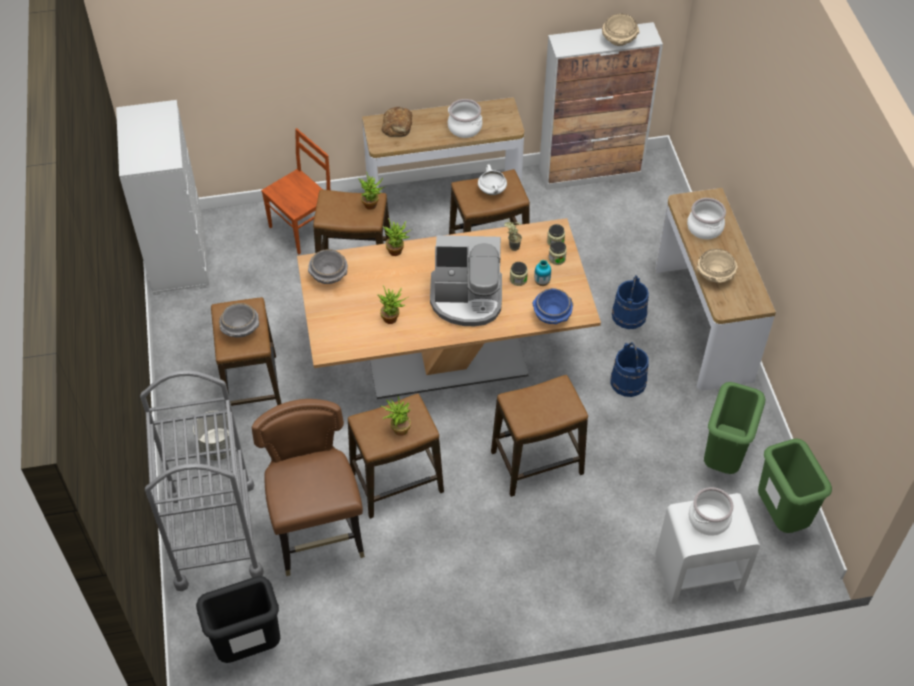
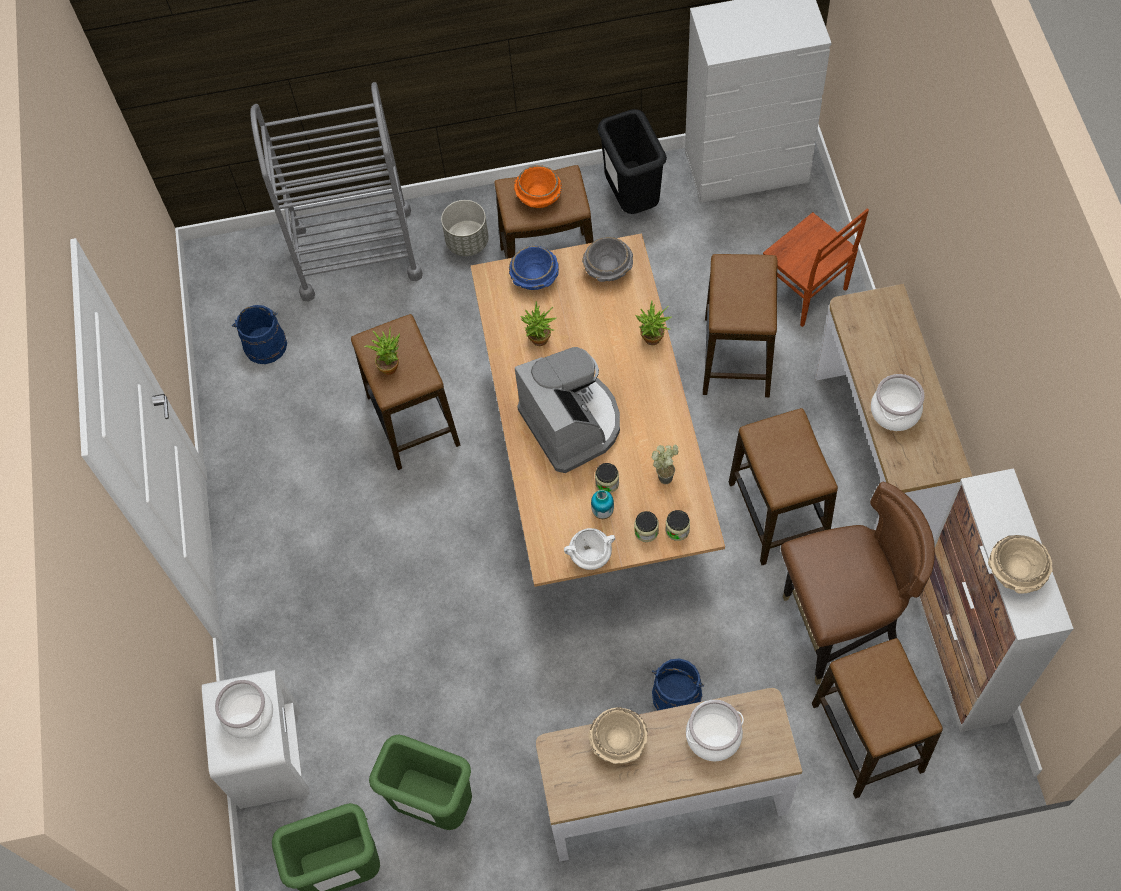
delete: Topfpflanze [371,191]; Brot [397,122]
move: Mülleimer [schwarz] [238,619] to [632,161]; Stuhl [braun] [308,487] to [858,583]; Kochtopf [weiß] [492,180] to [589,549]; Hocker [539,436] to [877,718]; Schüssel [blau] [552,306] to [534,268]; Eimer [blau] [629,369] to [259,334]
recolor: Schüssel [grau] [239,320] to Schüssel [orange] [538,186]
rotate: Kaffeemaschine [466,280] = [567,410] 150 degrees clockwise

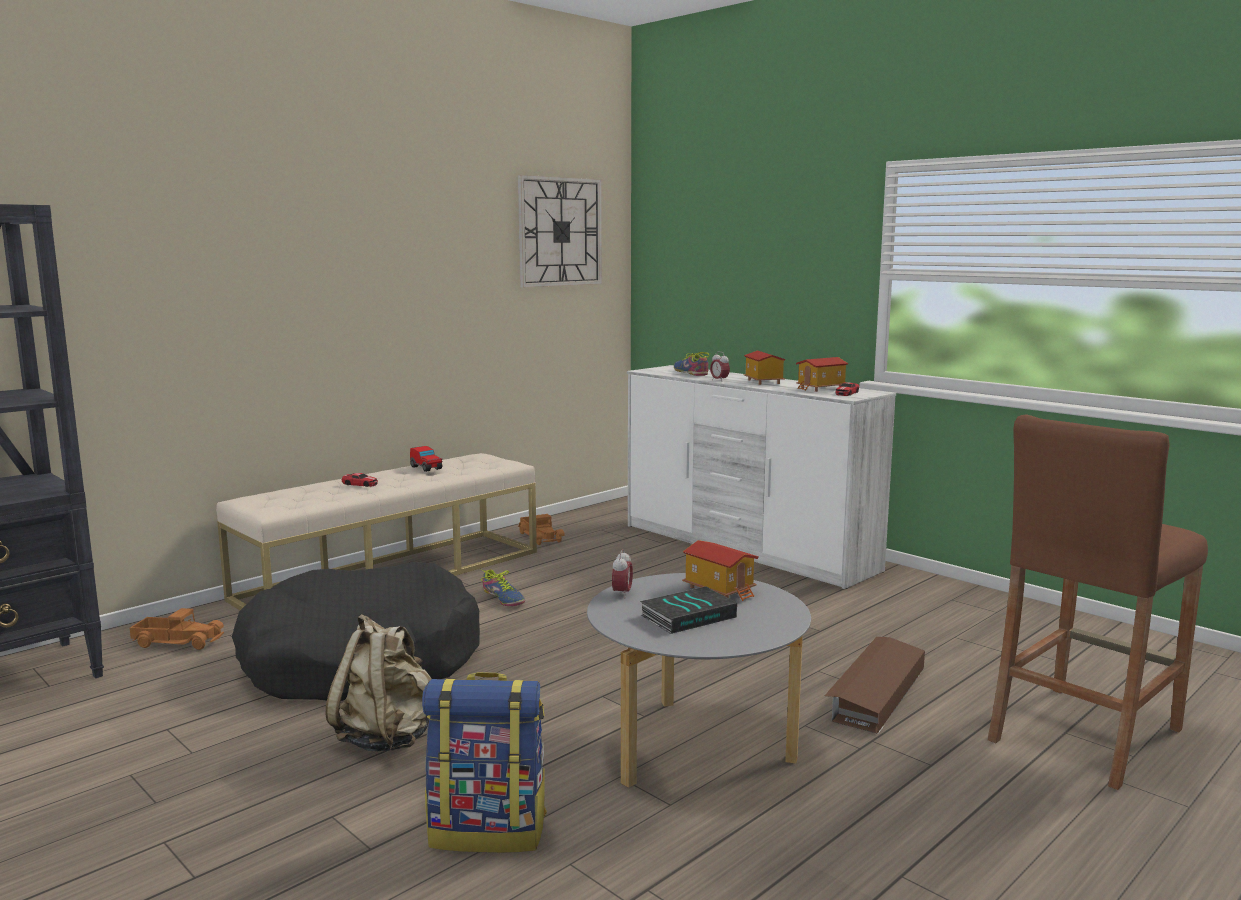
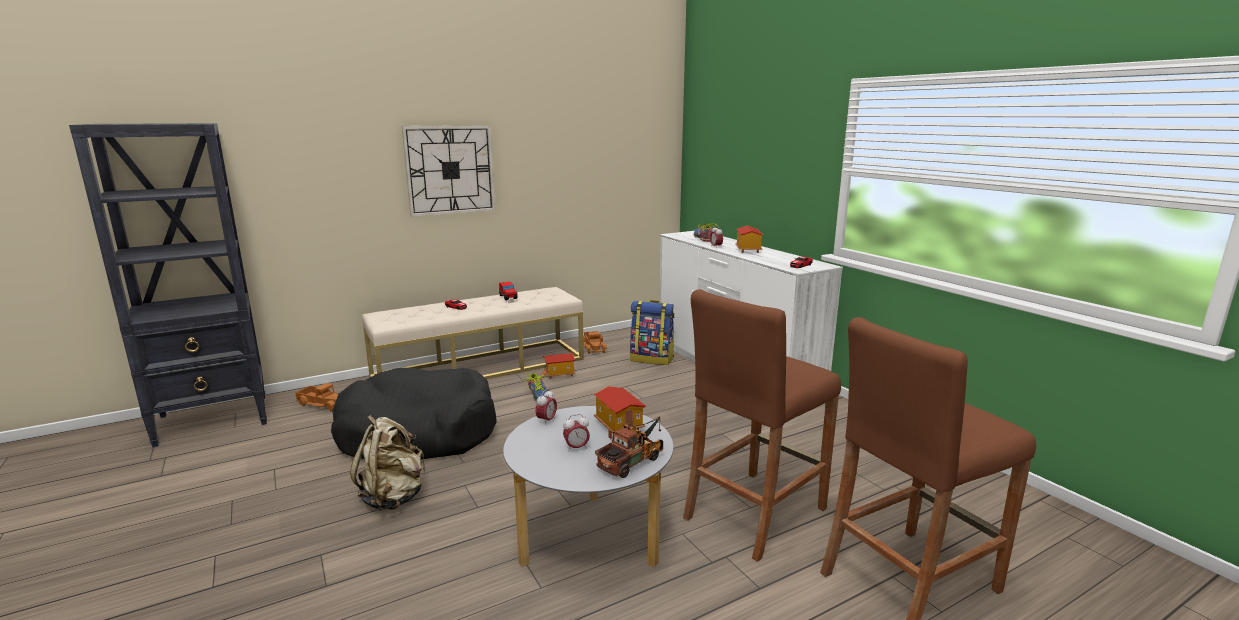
insert: Spielzeuglaster [629,447]
move: Rucksack [484,762] to [652,332]; Wanduhr [560,231] to [449,171]; Spielzeughaus [822,374] to [558,366]
replace: Buch [688,610] to Wecker [576,432]; Aufbewahrungsbox [braun] [874,685] to Hocker [braun] [762,425]

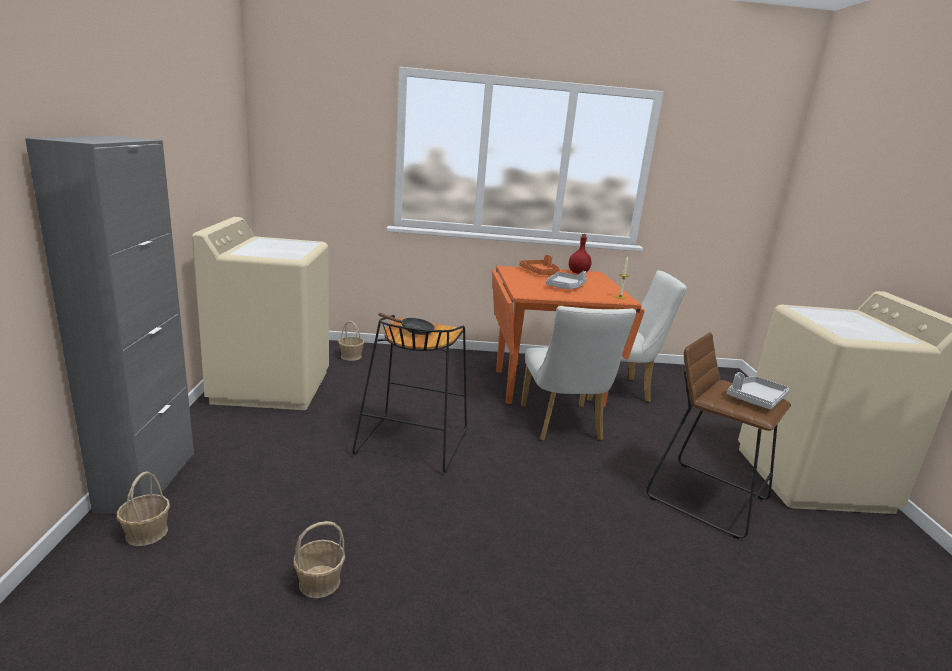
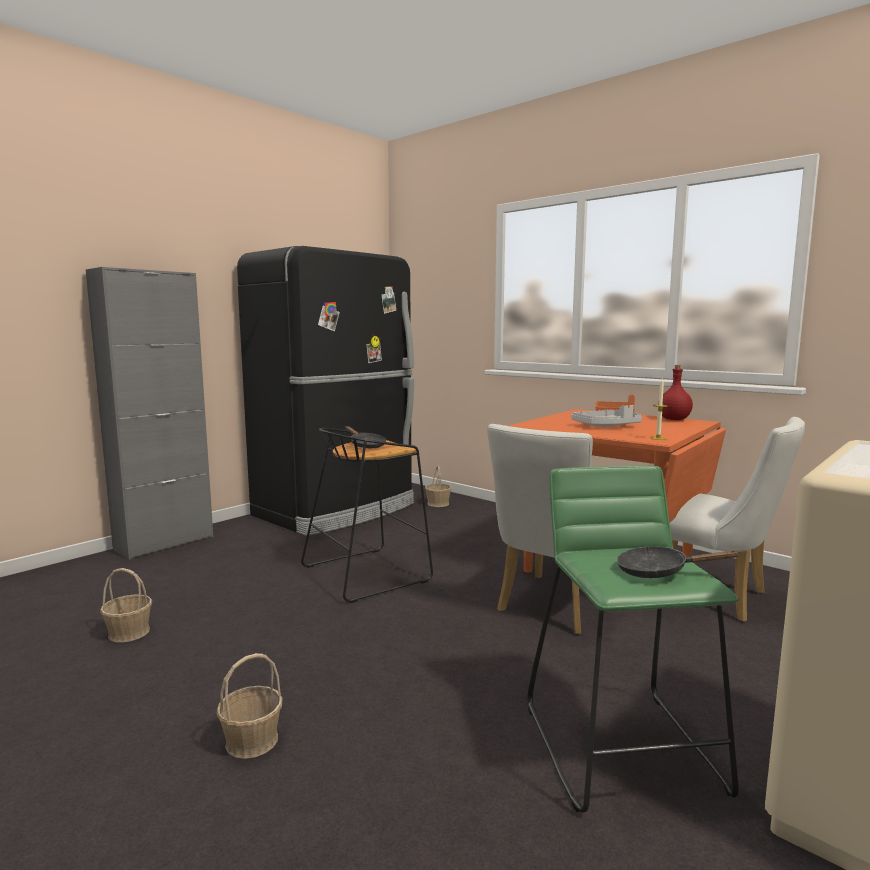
move: Korb [143,508] to [249,706]
replace: Waschmaschine [beige] [260,313] to Kühlschrank [schwarz] [325,391]; Tablett [grau] [758,390] to Pfanne [schwarz] [678,562]
recolor: Hocker [braun] [718,435] to Hocker [grün] [633,639]

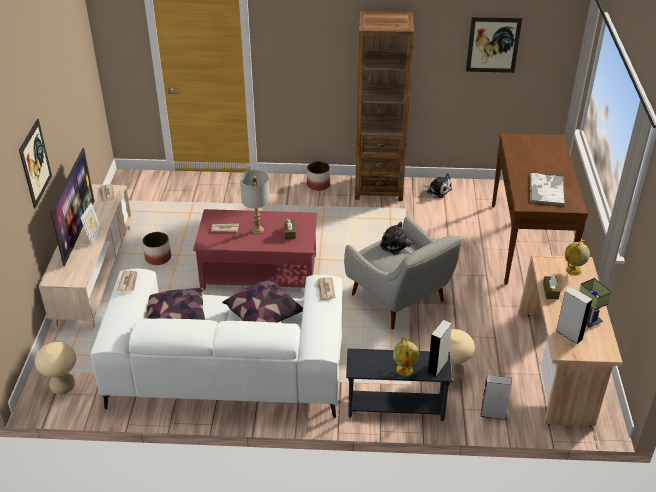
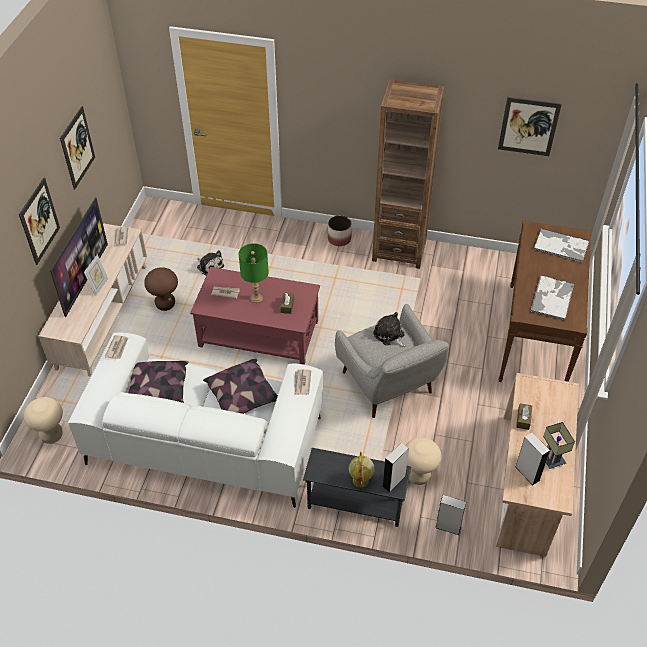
delete: Globus [577,257]
insert: Bild [77,148]; Tablett [561,245]
move: Plüschtier [437,185] to [210,262]
replace: Pflanzkübel [156,248] to Hocker [braun] [161,289]
recolor: Tischlampe [grau] [255,202] to Tischlampe [grün] [253,273]

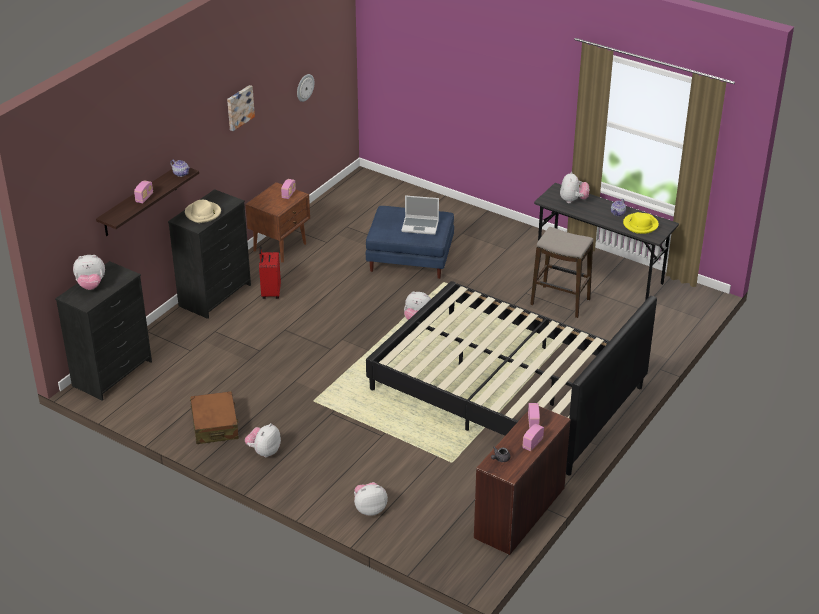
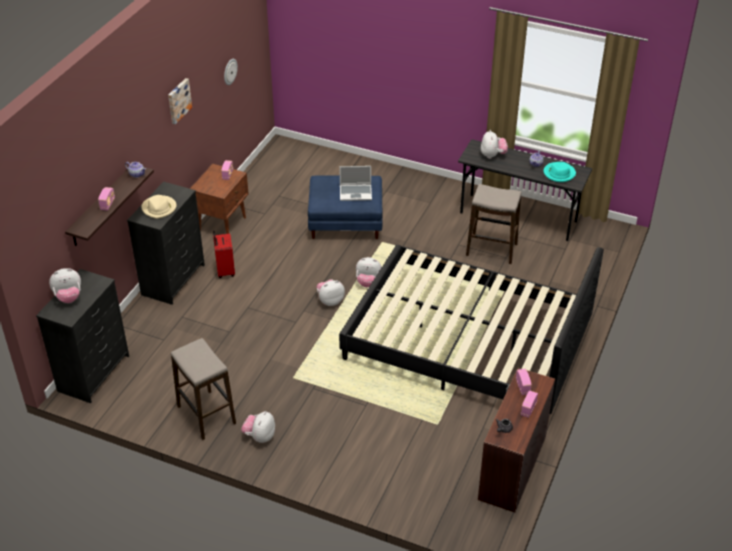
move: Plüschtier [371,499] to [331,292]
replace: Koffer [braun] [214,417] to Hocker [203,389]
recolor: Hut [gelb] [641,223] to Hut [türkis] [560,172]

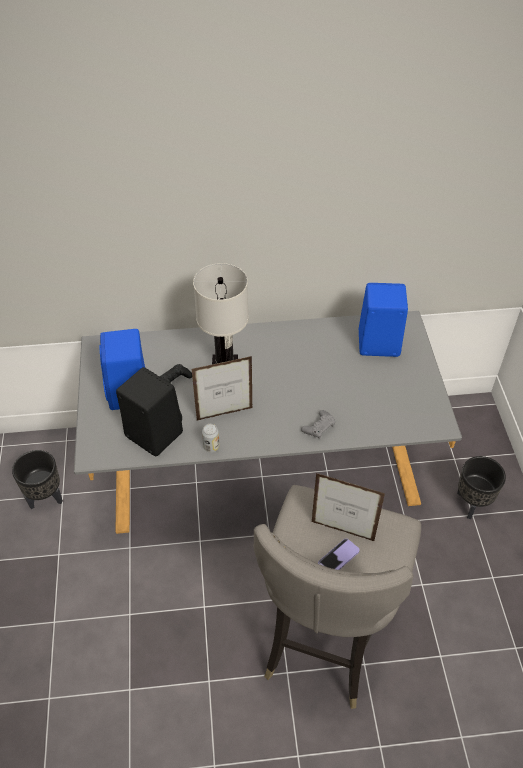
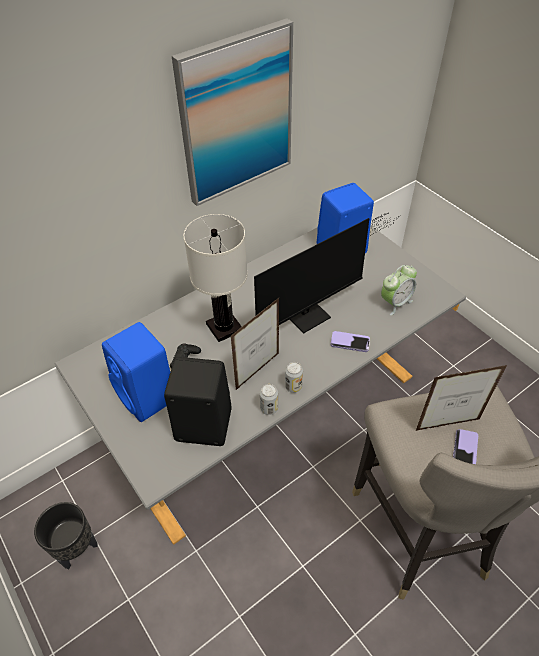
delete: Pflanzkübel [schwarz] [481,487]
insert: Bild [232,112]; Monitor [327,273]; Dose [294,377]; Wecker [399,290]
replace: Gamepad [grau] [318,424] to Handy [350,341]

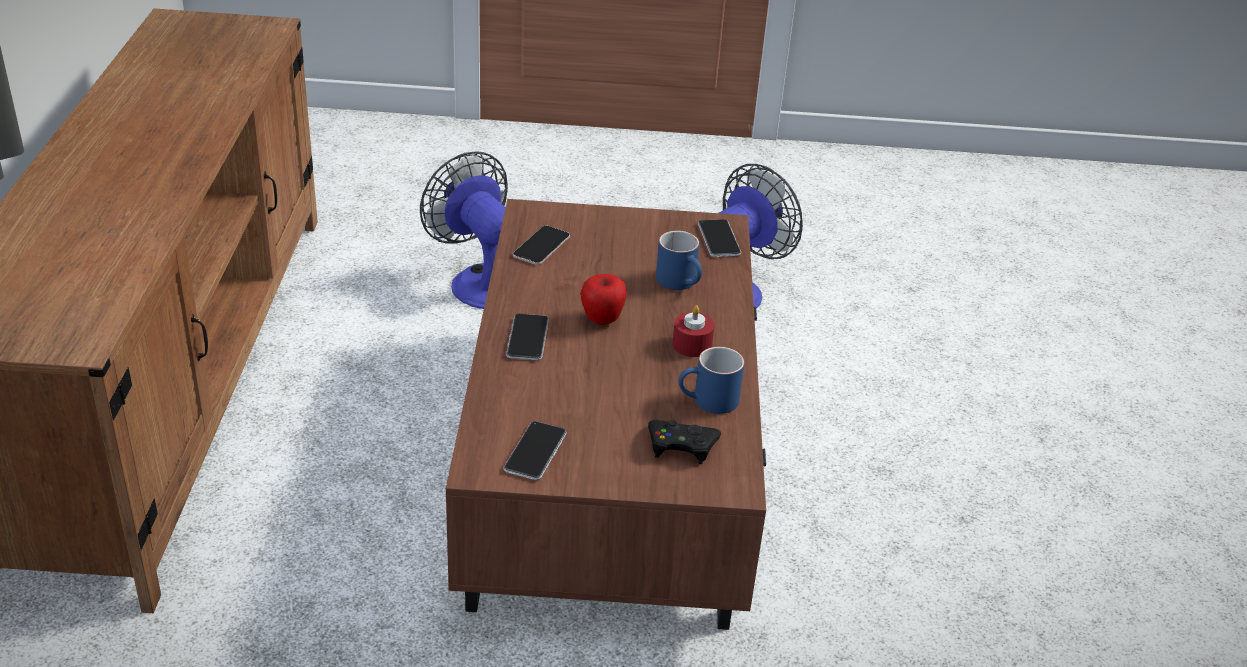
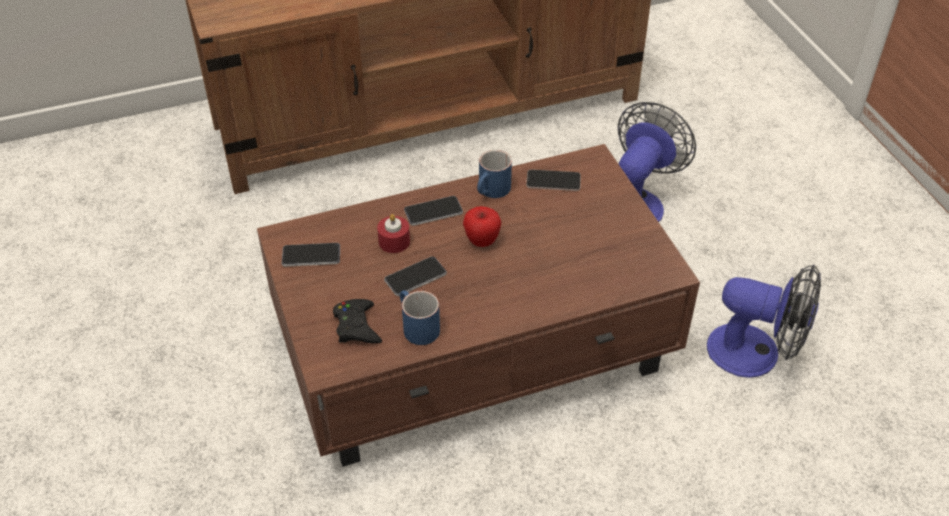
move: Henkelbecher [blau] [679,260] to [494,174]; Kerze [rot] [693,331] to [393,233]; Handy [719,238] to [415,276]

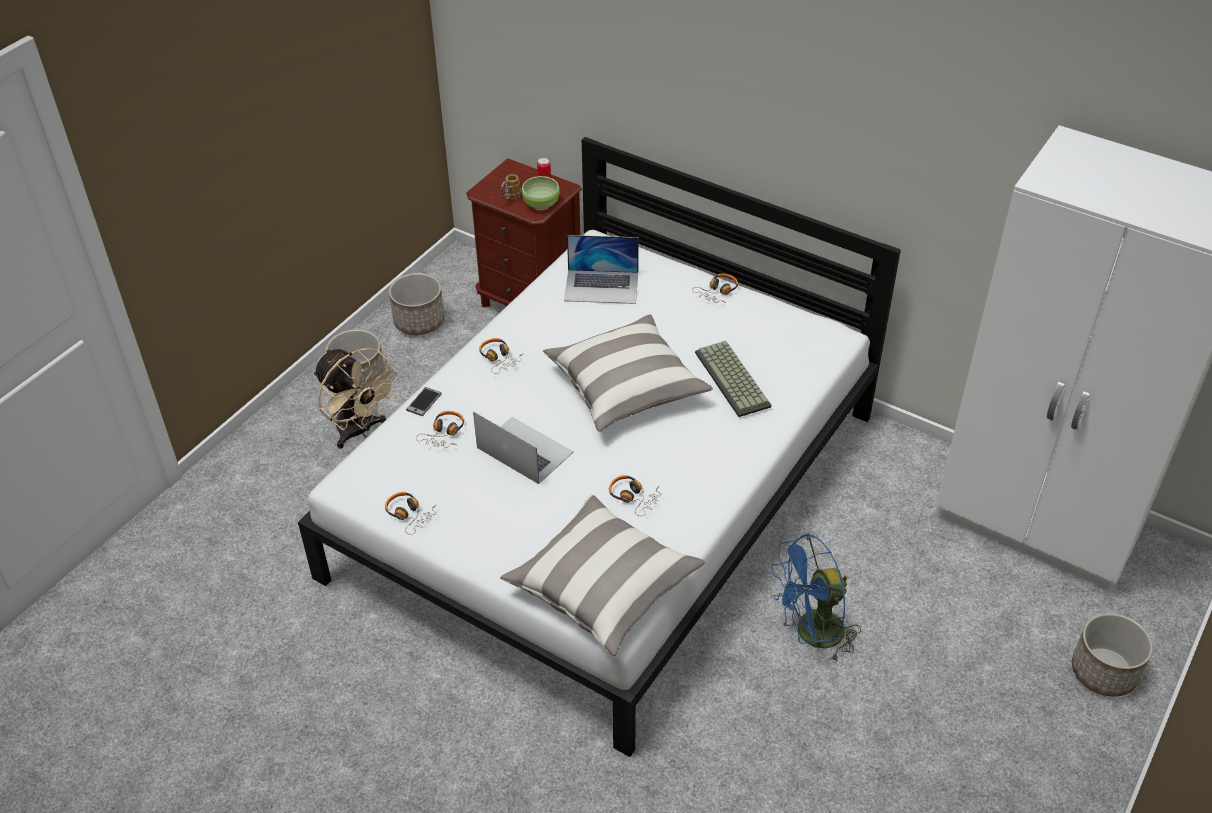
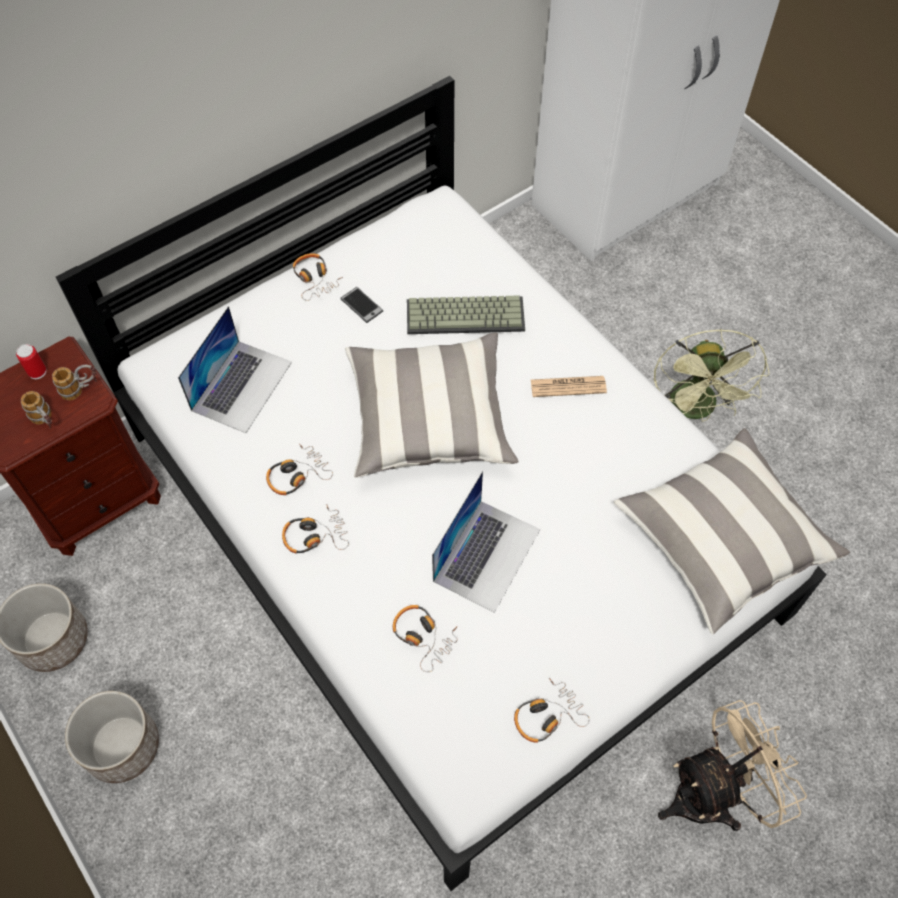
delete: Pflanzkübel [1112,655]
insert: Zeitung [569,386]
move: Ventilator [beige] [356,398] to [732,765]; Handy [424,401] to [361,305]; Kopfhörer [635,495] to [299,469]
replace: Schüssel [grün] [540,193] to Henkelbecher [74,382]
recolor: Ventilator [blau] [816,597] to Ventilator [grün] [711,375]
rotate: Laptop [523,447] = [486,542] 150 degrees clockwise

